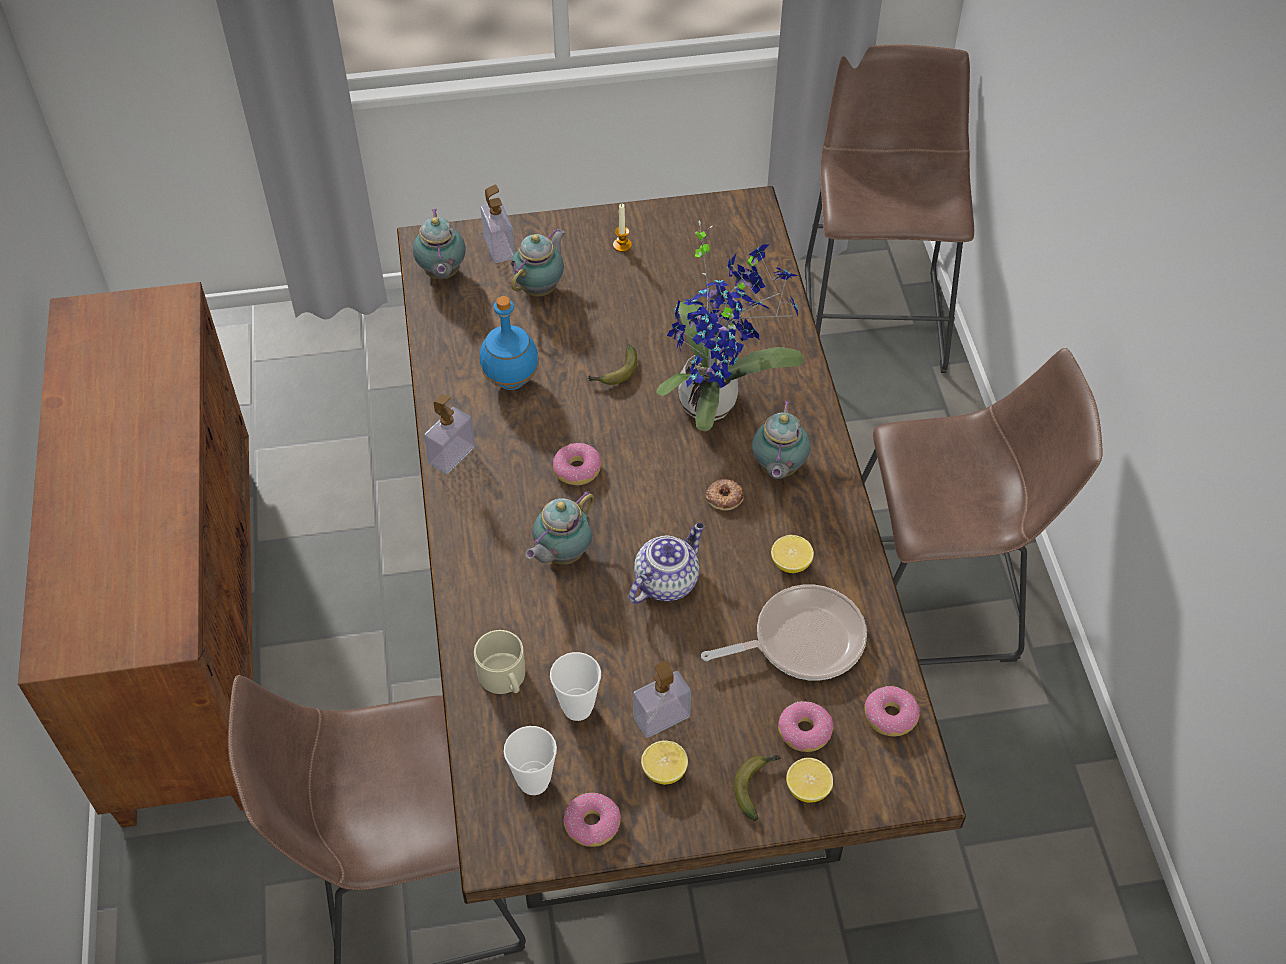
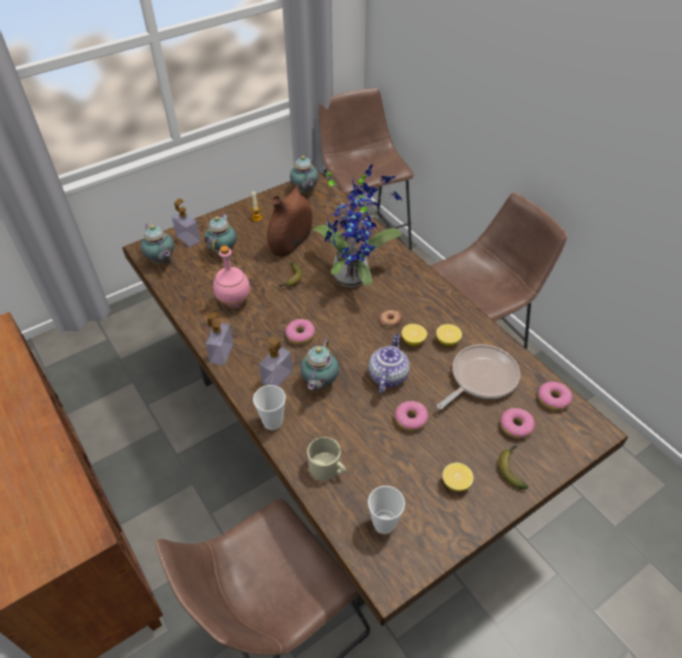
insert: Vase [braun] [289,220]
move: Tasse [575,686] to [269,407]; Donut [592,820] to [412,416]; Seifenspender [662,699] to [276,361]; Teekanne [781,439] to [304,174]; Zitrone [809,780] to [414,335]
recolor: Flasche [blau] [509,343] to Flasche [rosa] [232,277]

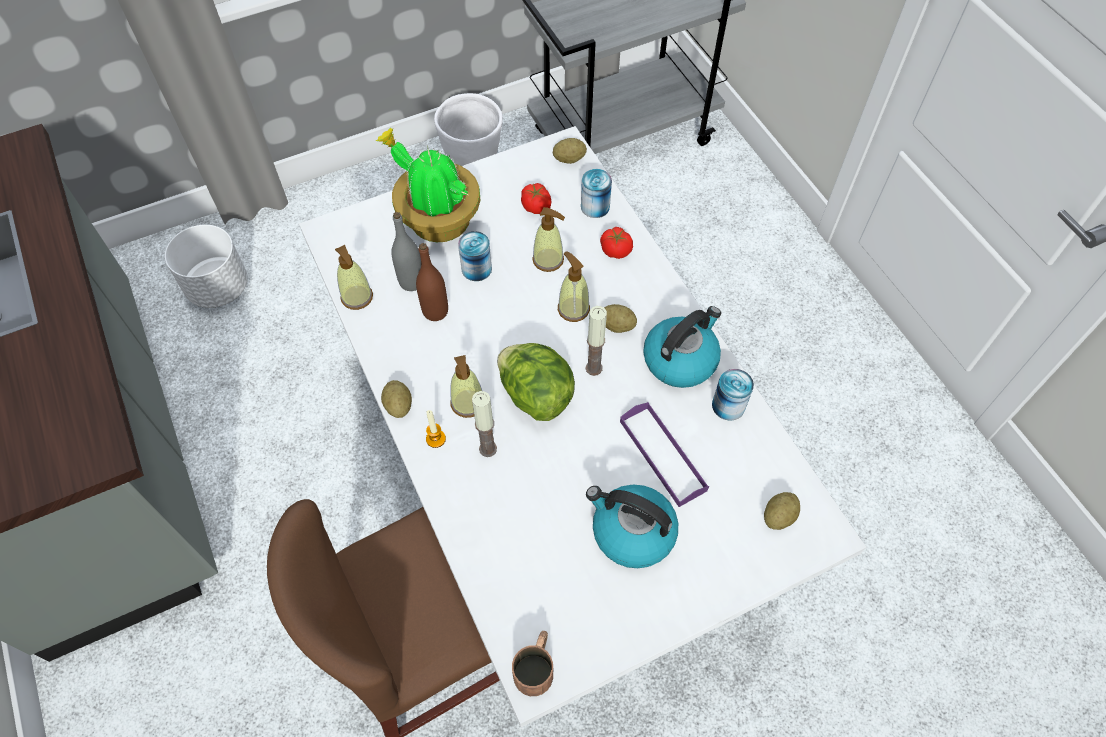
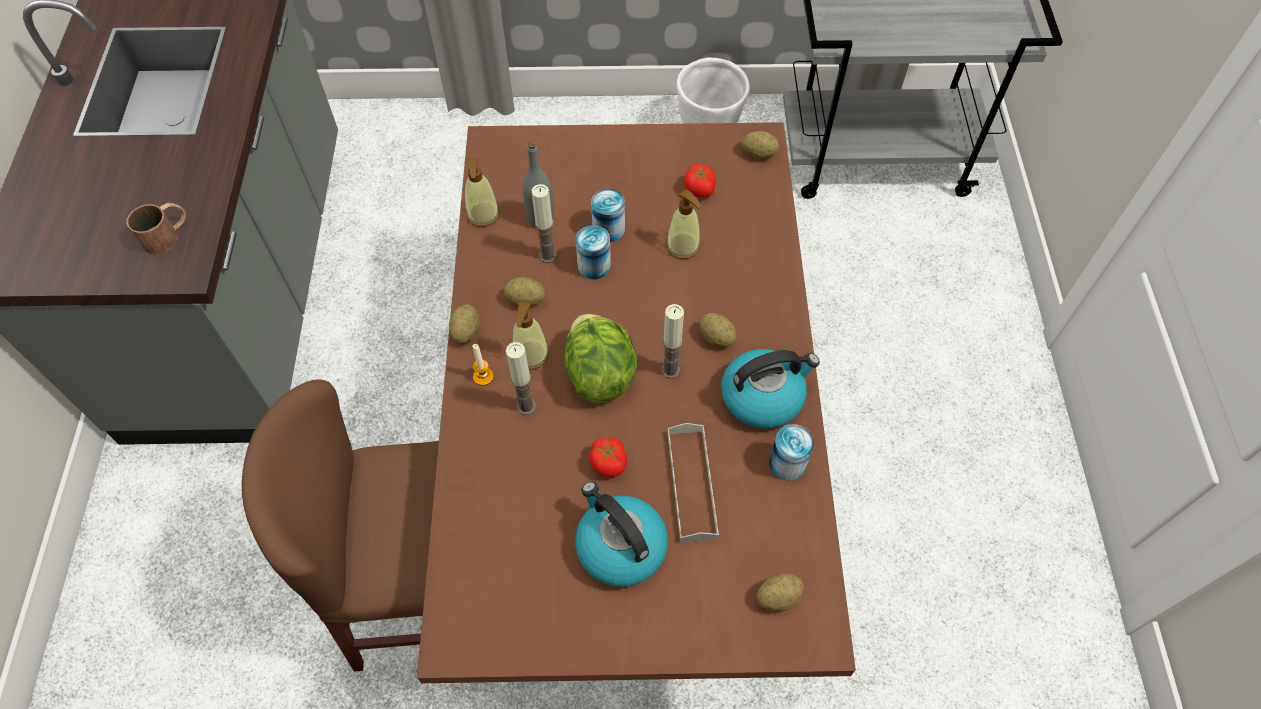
delete: Pflanzkübel [weiß] [206,266]; Topfpflanze [428,185]; Seifenspender [574,286]
insert: Kartoffel [524,291]
move: Henkelbecher [braun] [532,663] to [156,229]; Dose [596,193] to [593,252]; Tomate [616,243] to [608,457]
replace: Flasche [braun] [432,282] to Kerze [544,223]
recolor: Esstisch [weiß] [582,427] to Esstisch [braun] [636,402]; Tablett [lila] [664,454] to Tablett [grau] [693,483]

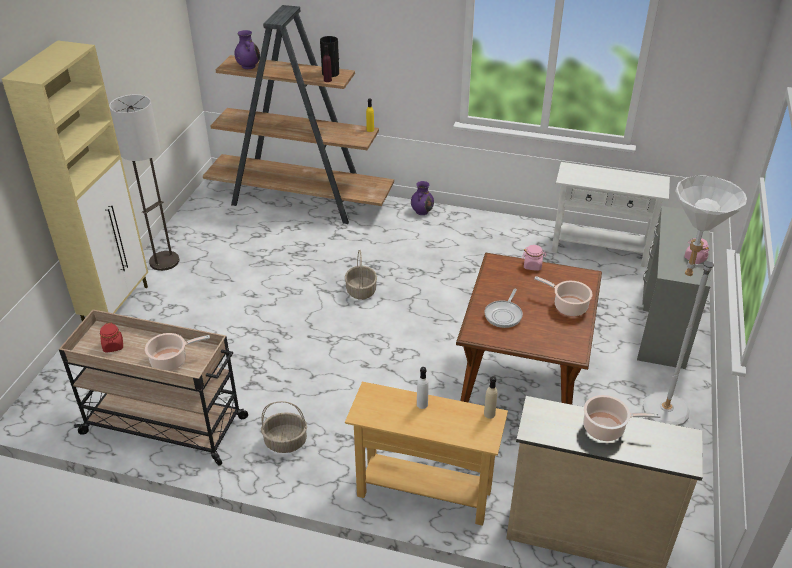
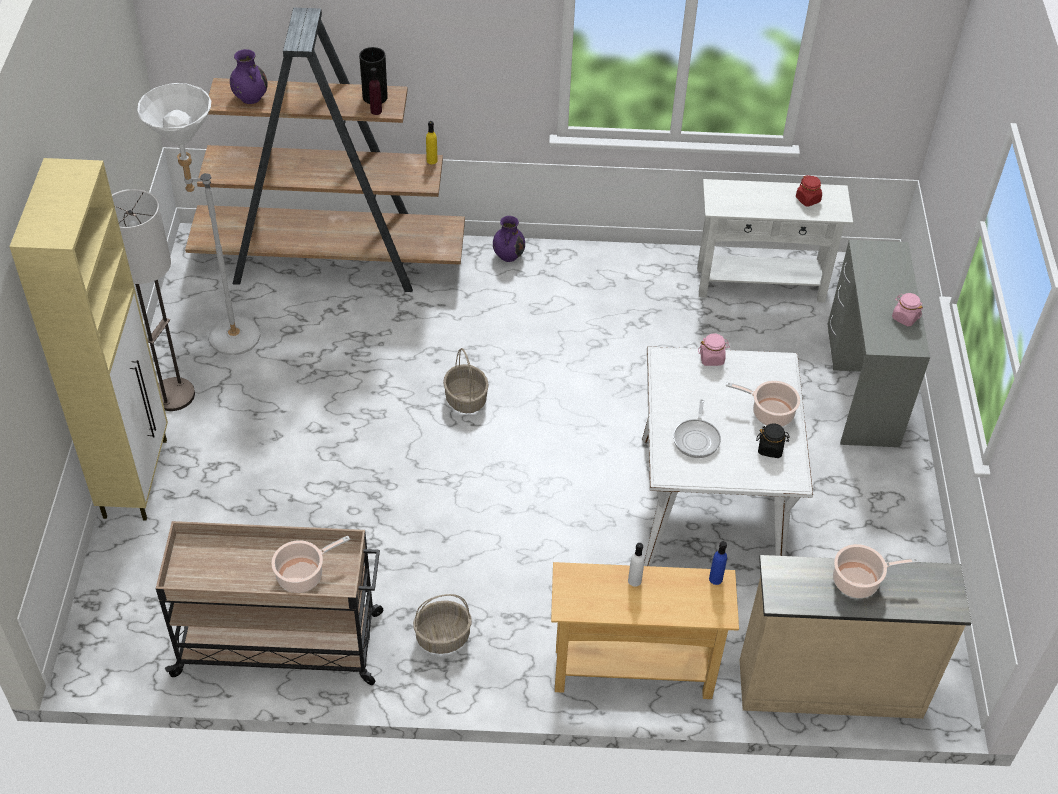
insert: Vorratsglas [schwarz] [773,440]
move: Vorratsglas [rot] [111,338] to [809,191]; Stehlampe [weiß] [695,301] to [199,219]
recolor: Esstisch [braun] [529,328] to Esstisch [weiß] [727,456]; Flasche [beige] [490,397] to Flasche [blau] [718,563]

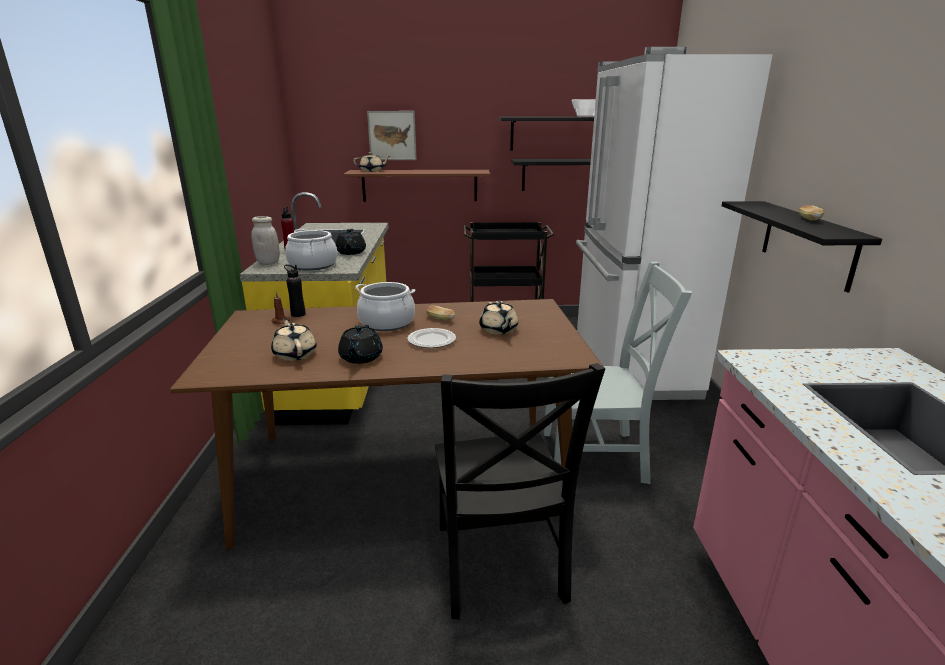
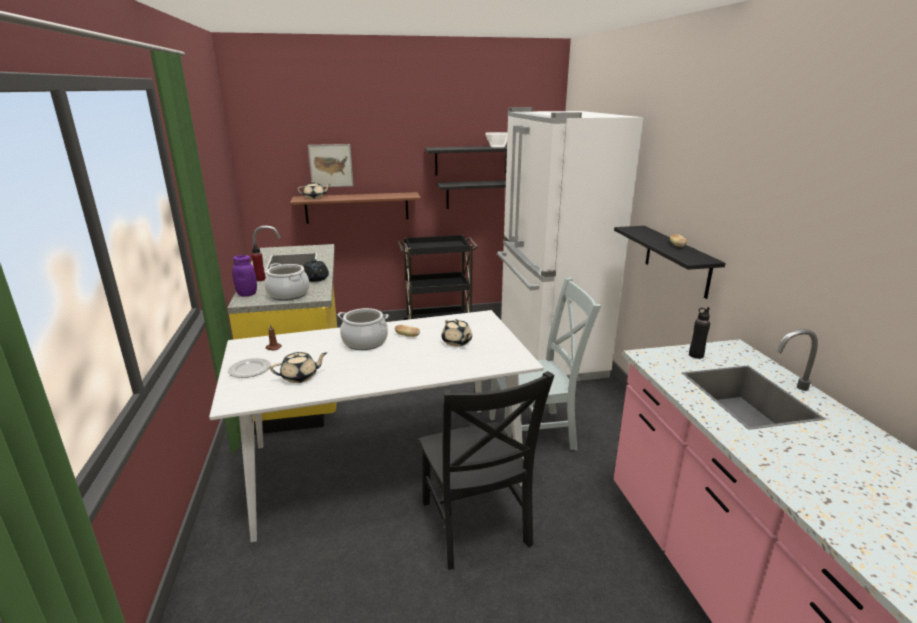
delete: Teekanne [schwarz] [360,344]
move: Flasche [schwarz] [294,291] to [699,333]; Teller [431,338] to [249,368]
recolor: Esstisch [braun] [387,424] to Esstisch [weiß] [376,426]; Vorratsglas [weiß] [265,240] to Vorratsglas [lila] [244,276]
rotate: Teekanne [beige] [294,339] = [298,367] 105 degrees clockwise

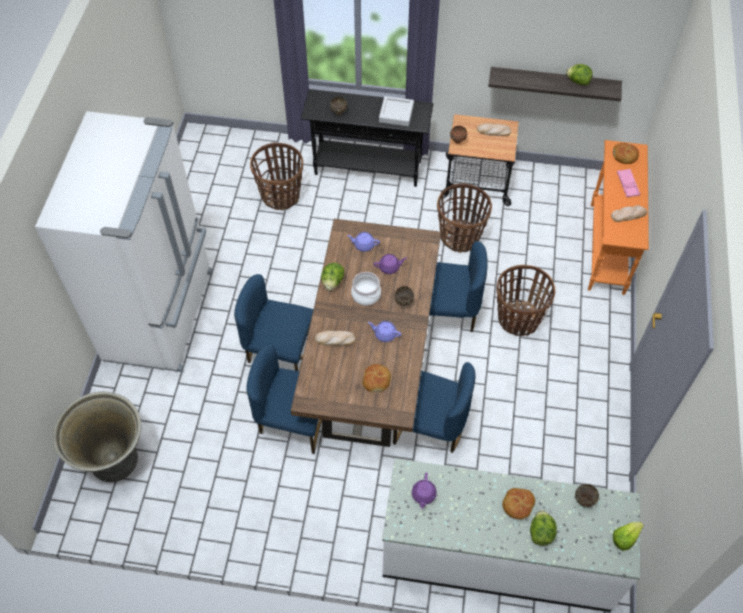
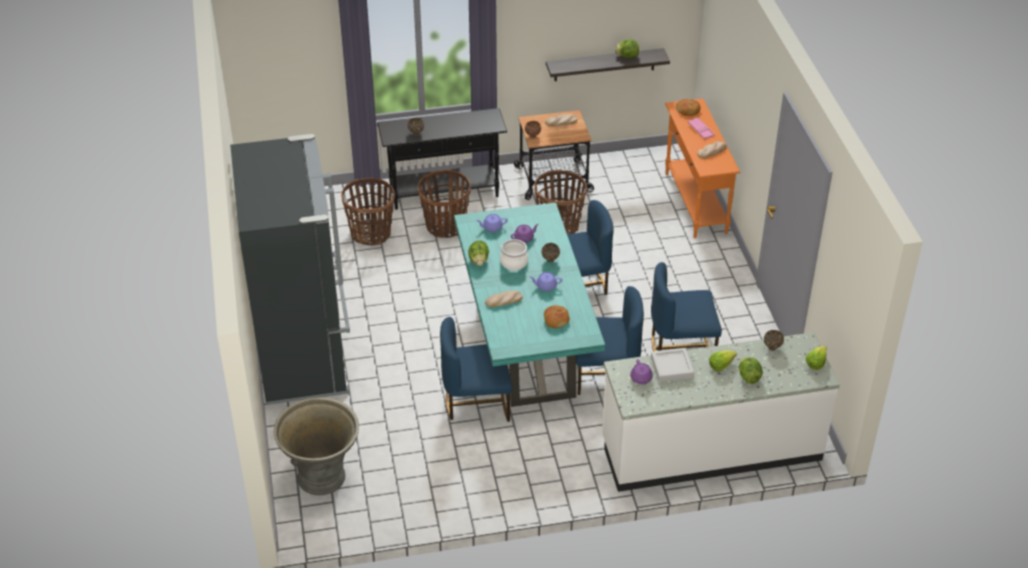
move: Stuhl [blau] [273,322] to [686,306]; Tablett [grau] [396,111] to [672,365]; Korb [525,300] to [444,204]
replace: Brot [518,503] to Salatkopf [723,360]
recolor: Kühlschrank [weiß] [124,241] to Kühlschrank [schwarz] [290,269]; Esstisch [braun] [366,333] to Esstisch [türkis] [529,304]

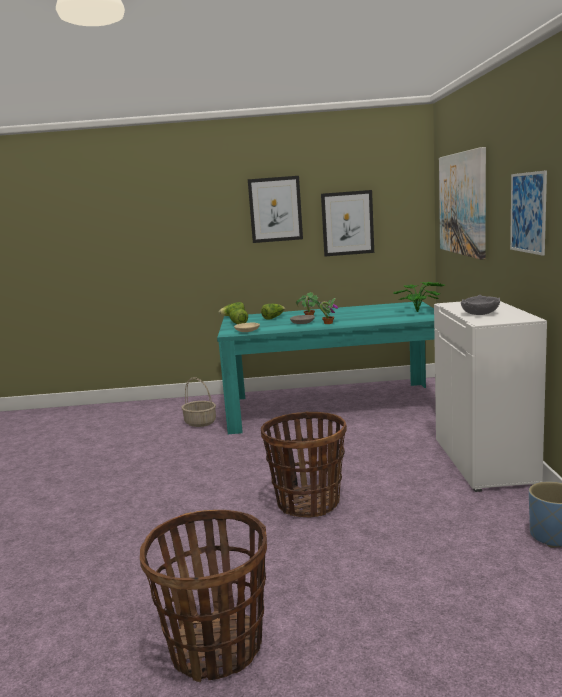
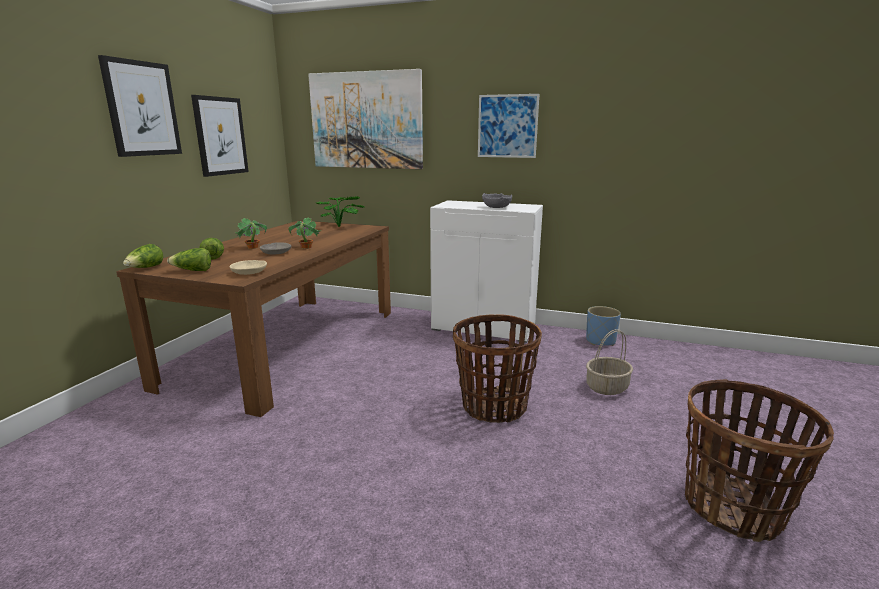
move: Korb [198,402] to [609,362]
recolor: Esstisch [türkis] [326,367] to Esstisch [braun] [253,318]

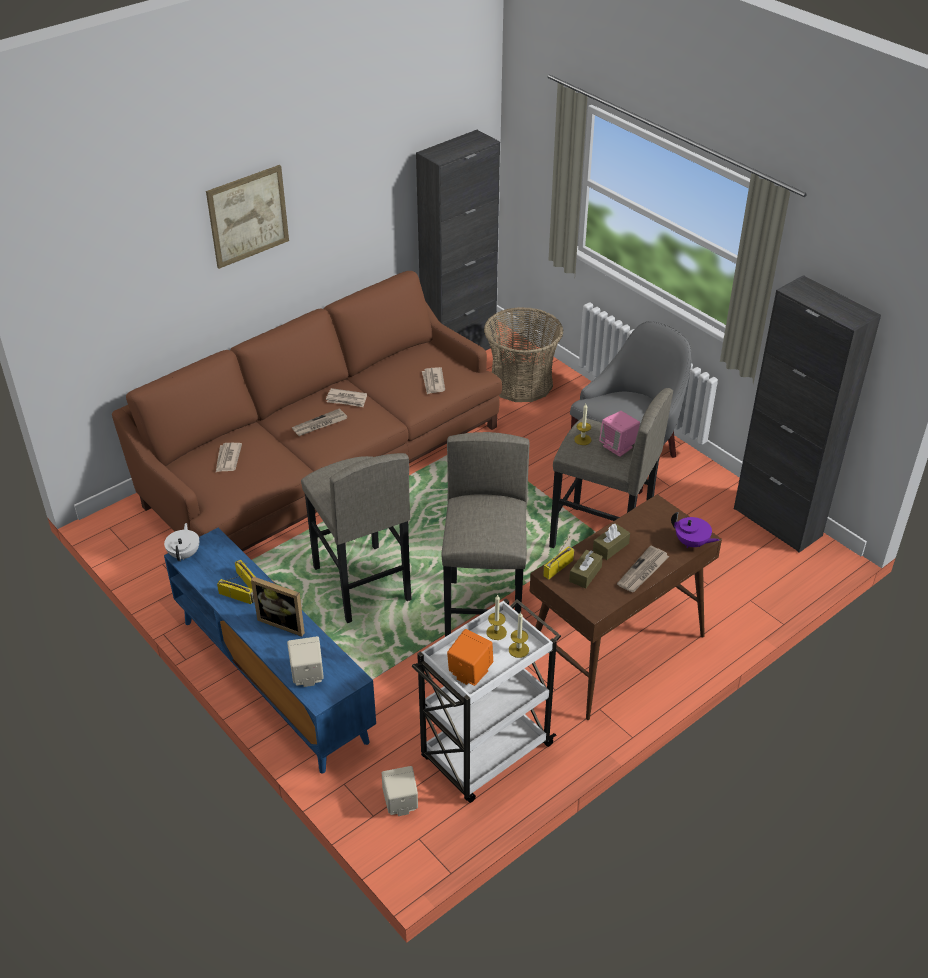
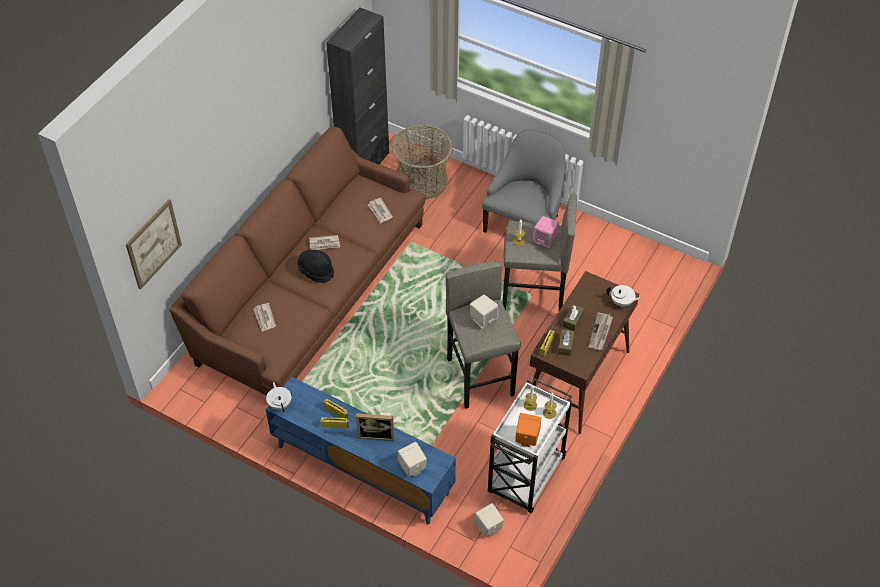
delete: Hocker [grau] [356,538]; Schrank [schwarz] [807,414]
insert: Lautsprecher [beige] [484,312]
move: Bild [247,217] to [154,244]
replace: Zeitung [319,422] to Hut [schwarz] [315,266]
recolor: Teekanne [lila] [695,530] to Teekanne [weiß] [624,296]

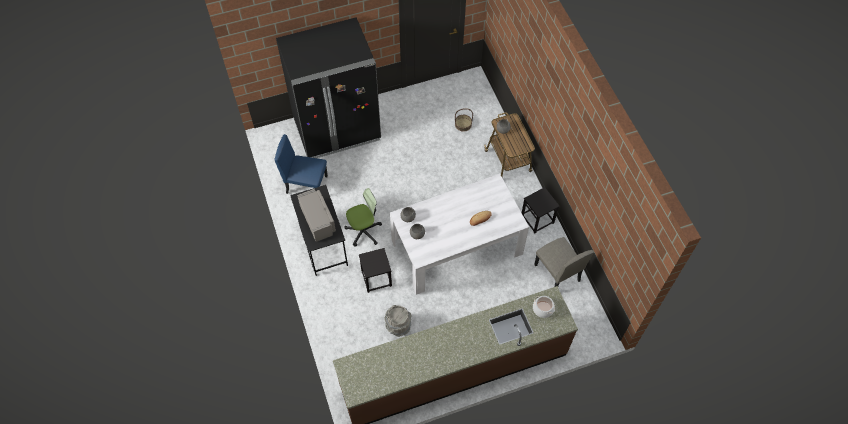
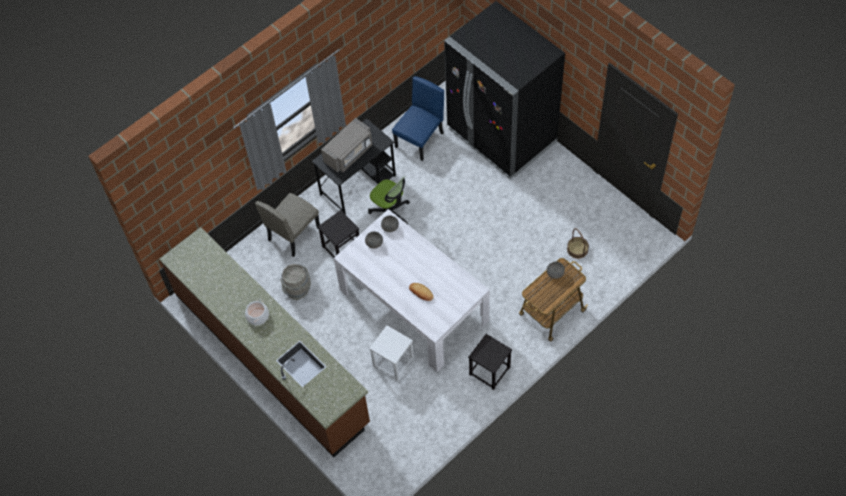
insert: Hocker [weiß] [391,353]
move: Kochtopf [544,307] to [257,312]; Stuhl [beige] [564,262] to [287,225]
rotate: Stuhl [blau] [301,164] = [418,118] 45 degrees clockwise

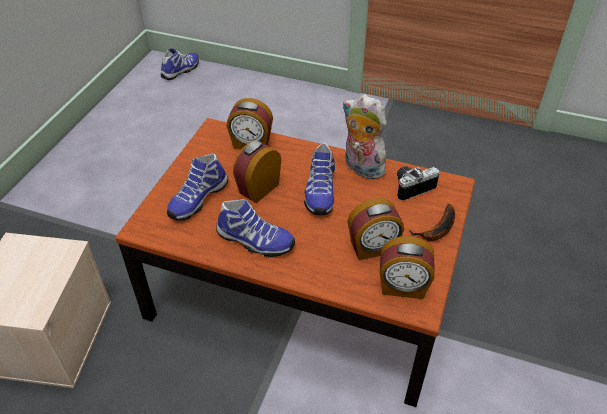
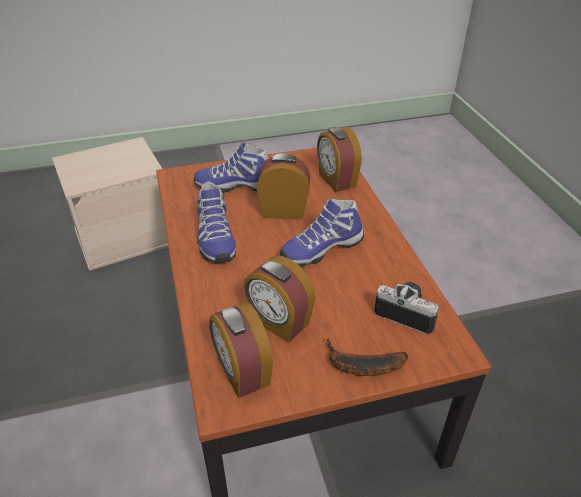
delete: Schuh [180,64]; Plüschtier [366,137]

